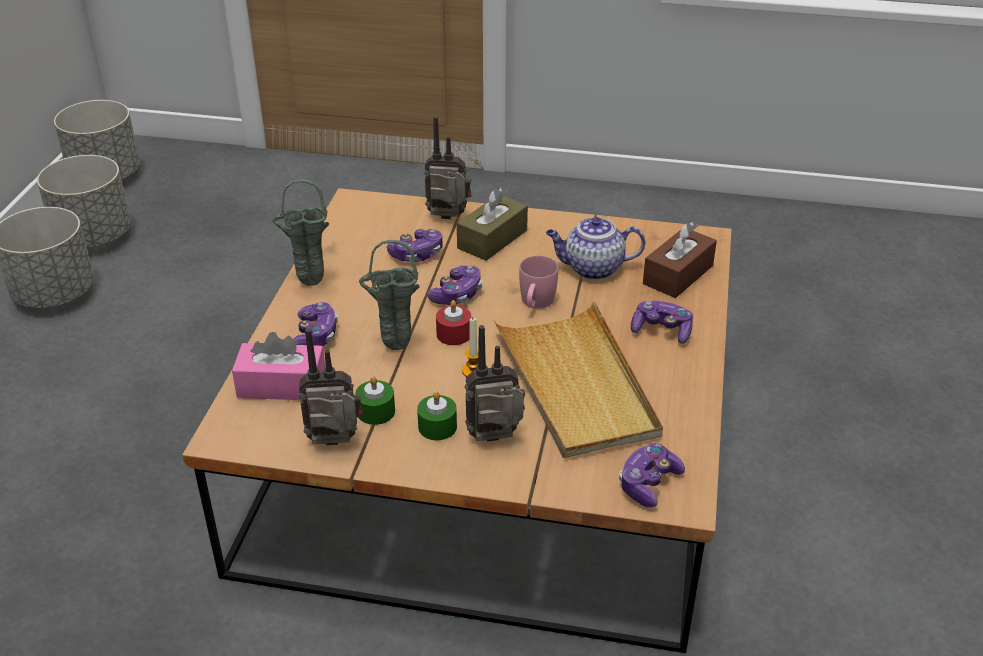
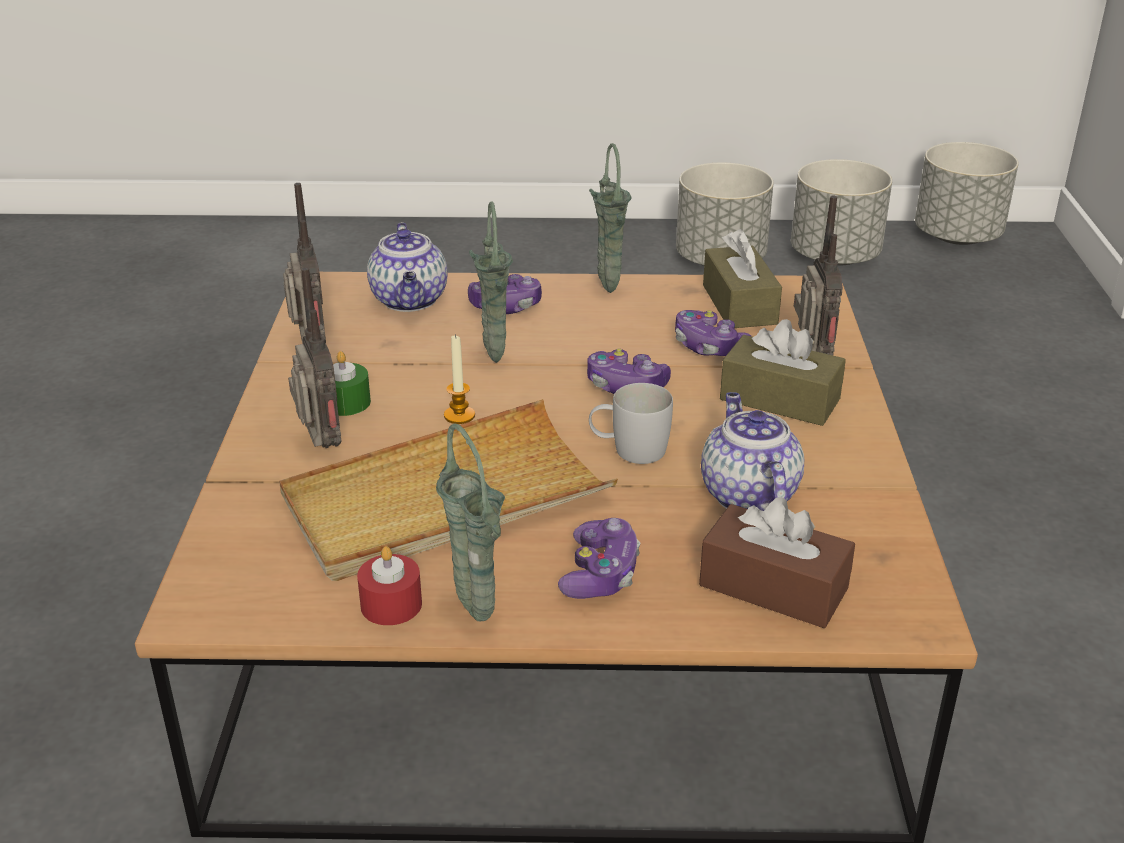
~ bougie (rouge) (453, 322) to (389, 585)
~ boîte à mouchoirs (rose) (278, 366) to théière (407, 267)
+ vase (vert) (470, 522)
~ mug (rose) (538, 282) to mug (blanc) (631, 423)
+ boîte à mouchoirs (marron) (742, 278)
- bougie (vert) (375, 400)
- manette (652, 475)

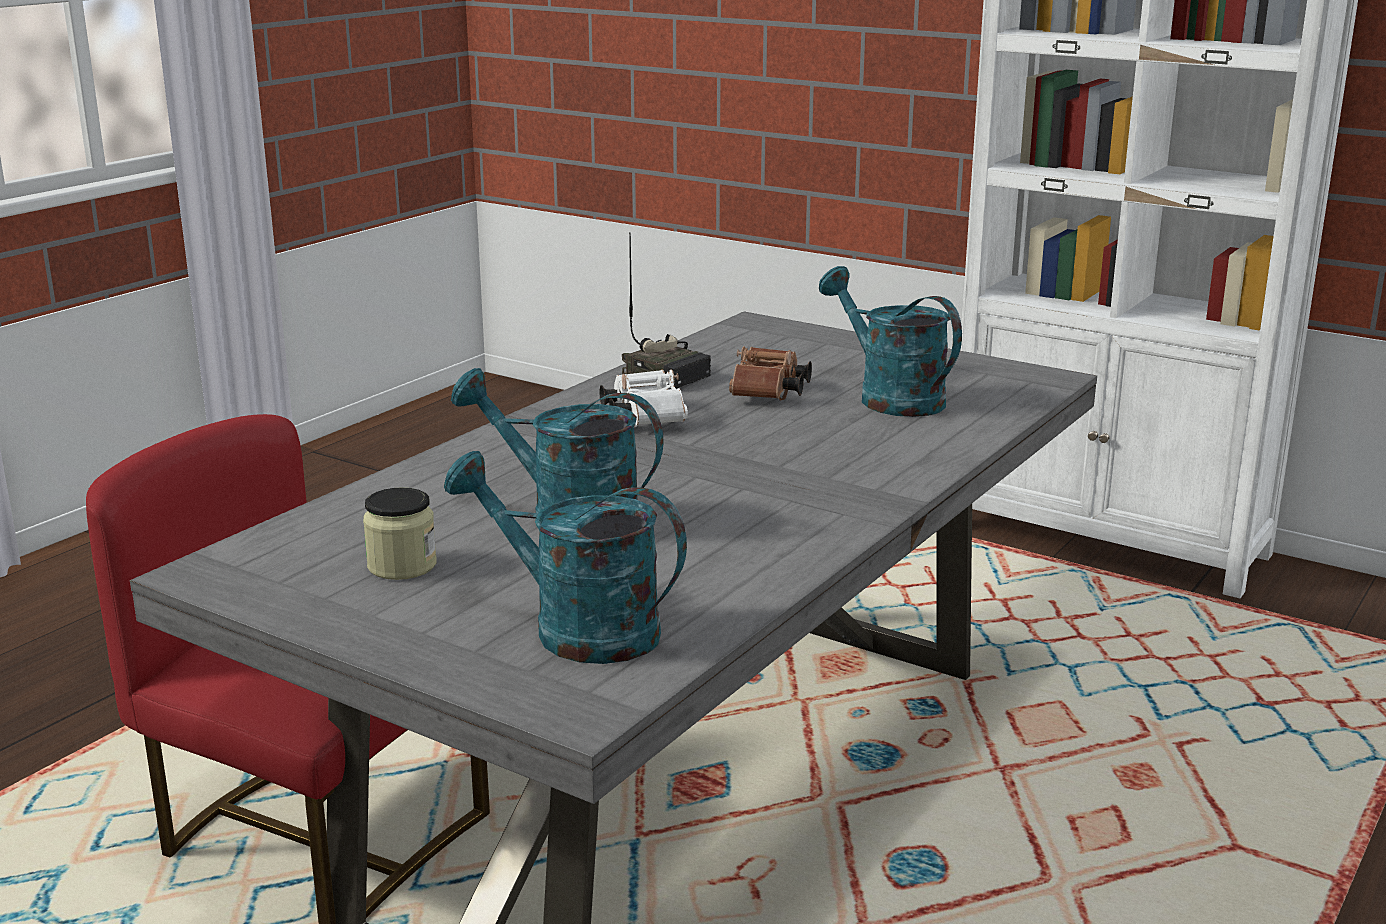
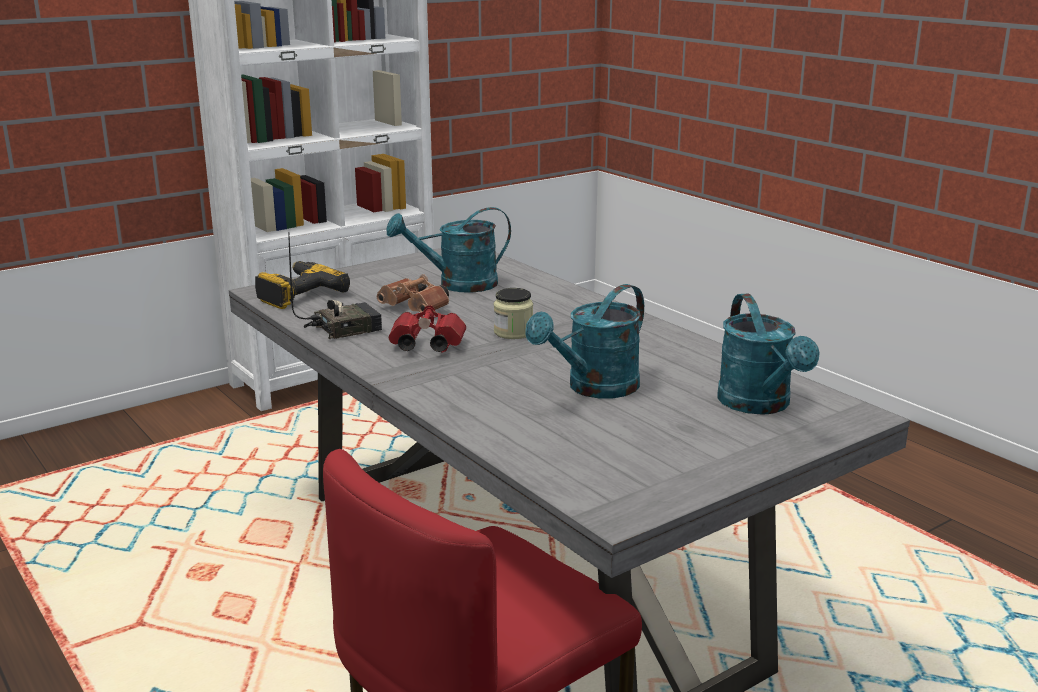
+ perceuse (302, 285)
~ jumelles (blanc) (643, 398) to jumelles (rouge) (427, 328)
~ bocal (400, 533) to (513, 313)
~ arrosoir (turquoise) (565, 557) = (768, 354) 60 degrees counterclockwise

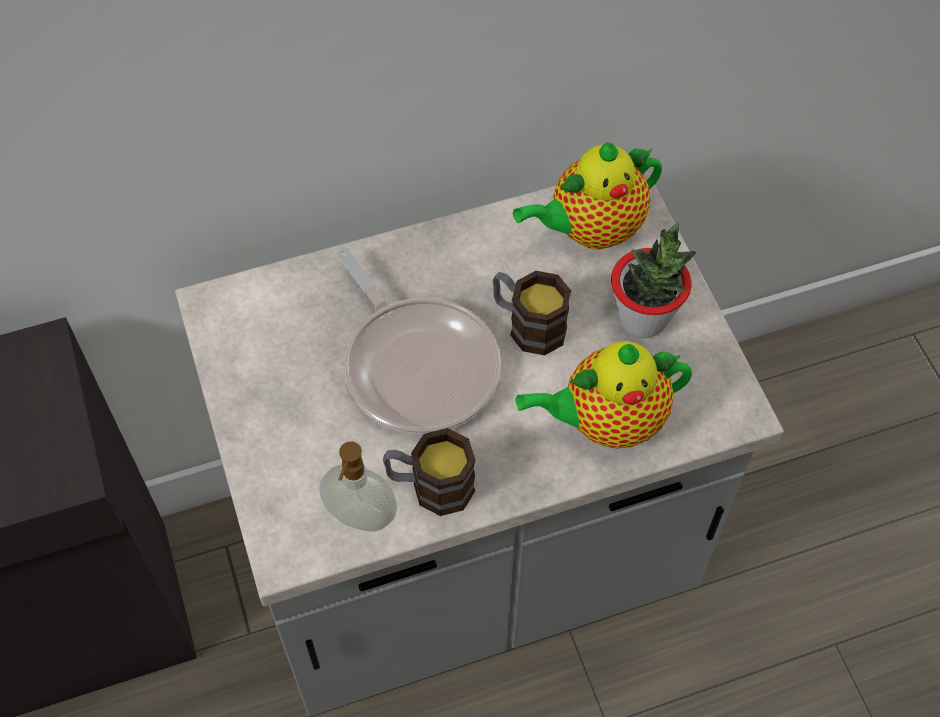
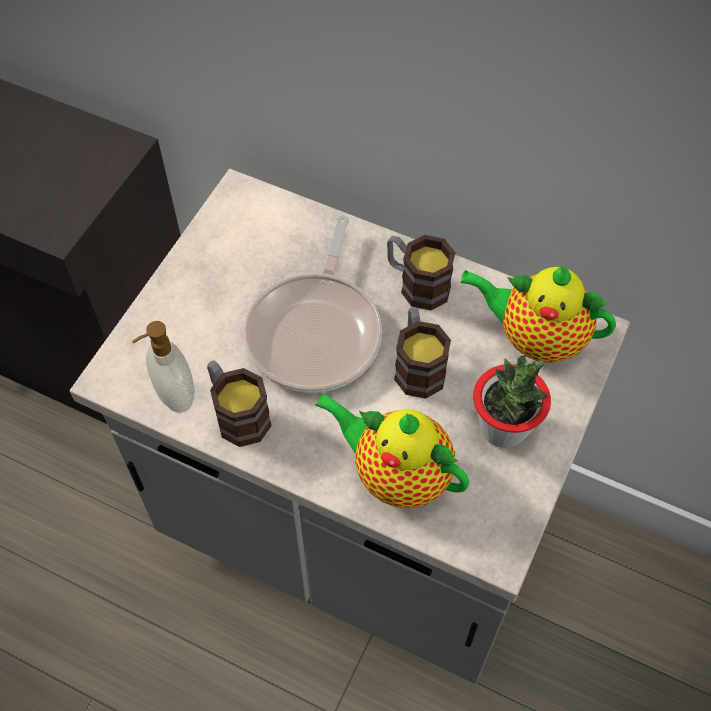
+ mug (421, 273)

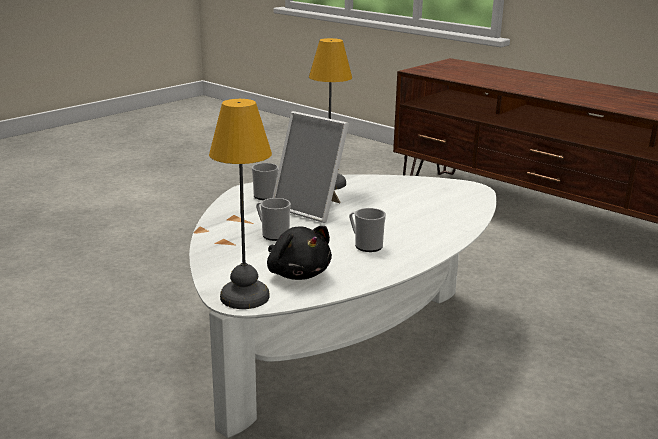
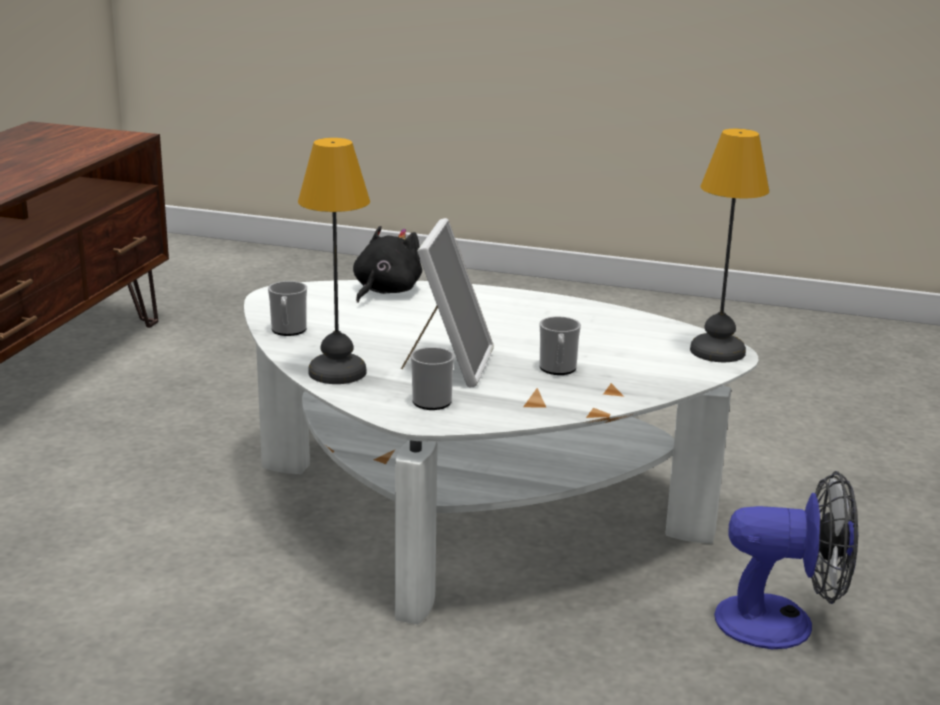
~ mug (367, 230) to (287, 308)
~ peluche (noir) (299, 253) to (387, 264)
+ ventilateur (786, 560)

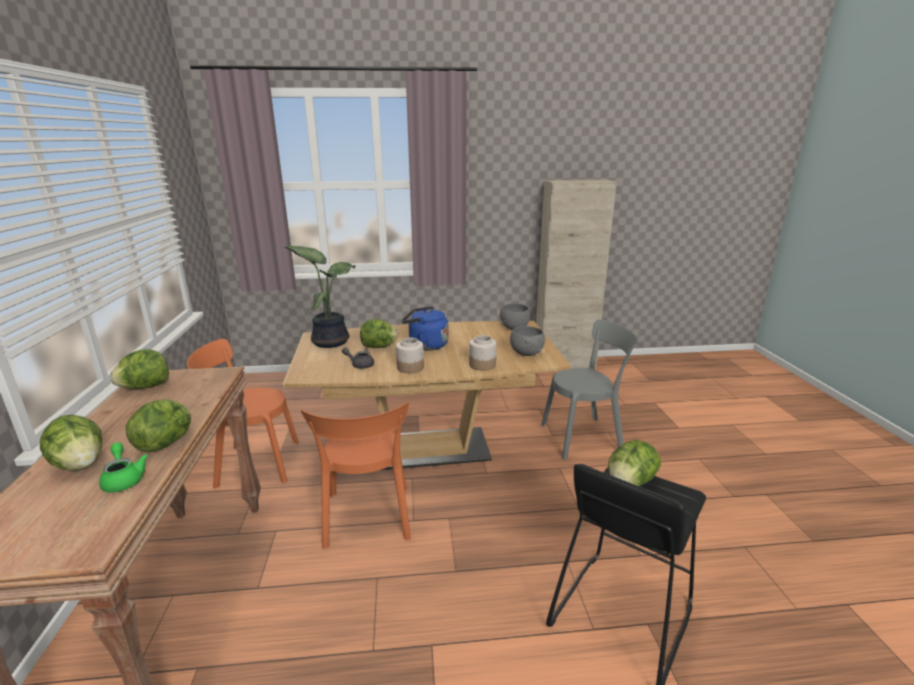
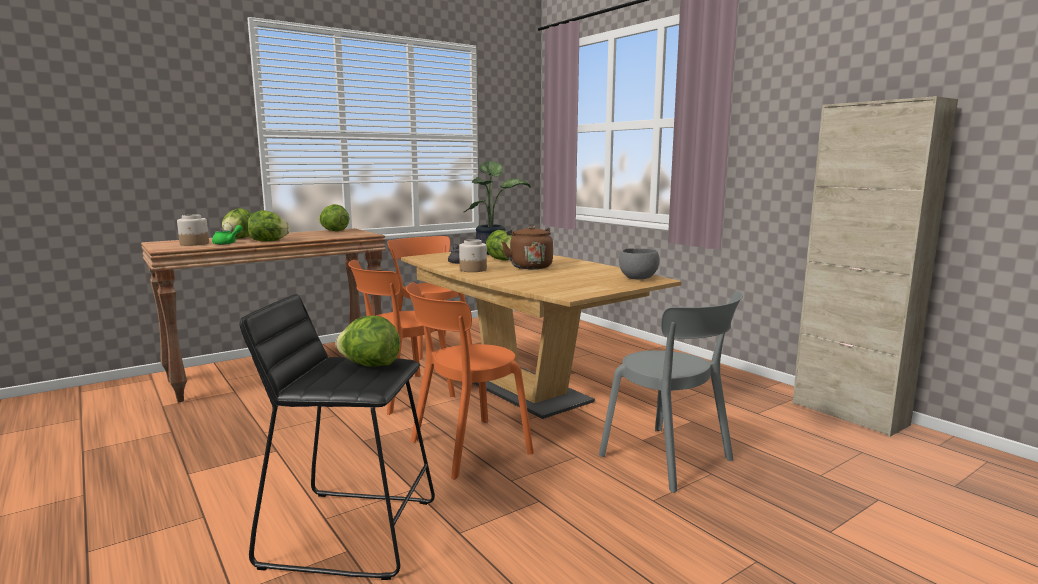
~ bocal (483, 353) to (193, 230)
+ chaise (orange) (470, 381)
~ bouilloire (bleu) (425, 328) to bouilloire (marron) (527, 247)
- bol (gris) (527, 341)

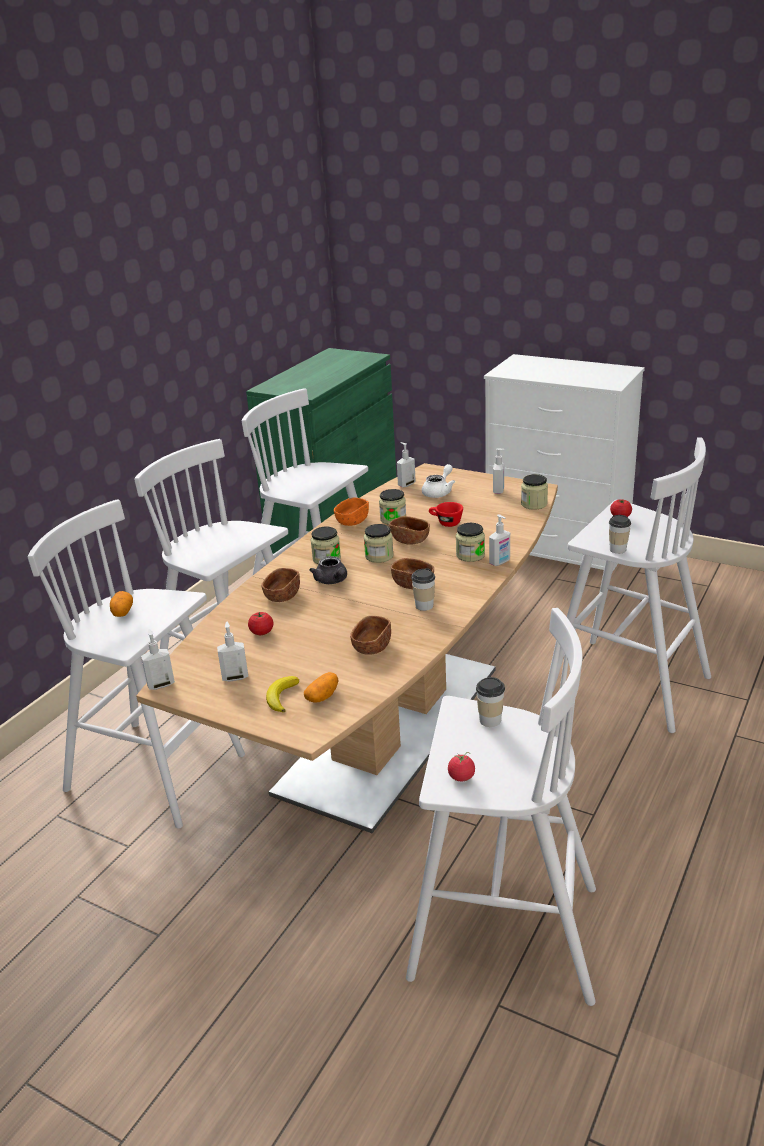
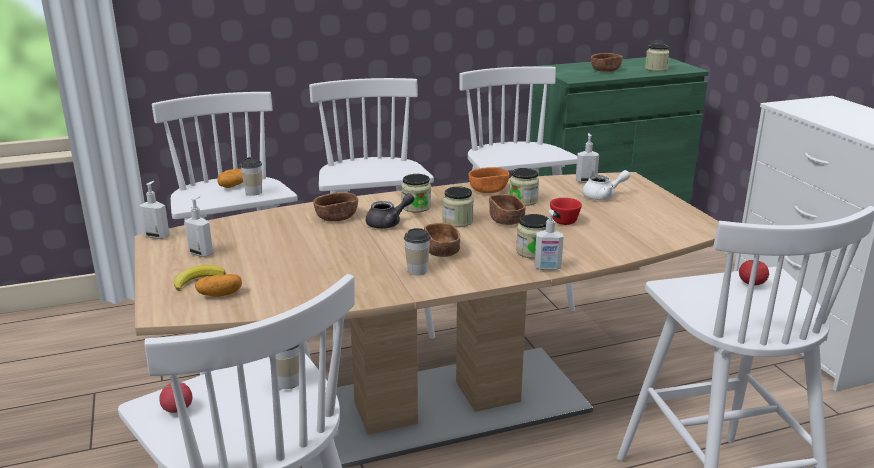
~ tasse (620, 534) to (251, 176)
~ théière (gris) (328, 570) = (390, 211) 135 degrees counterclockwise
~ bol (marron) (370, 635) to (607, 62)
~ bocal (534, 492) to (657, 57)
- tomate (261, 623)
- distributeur de savon (499, 471)

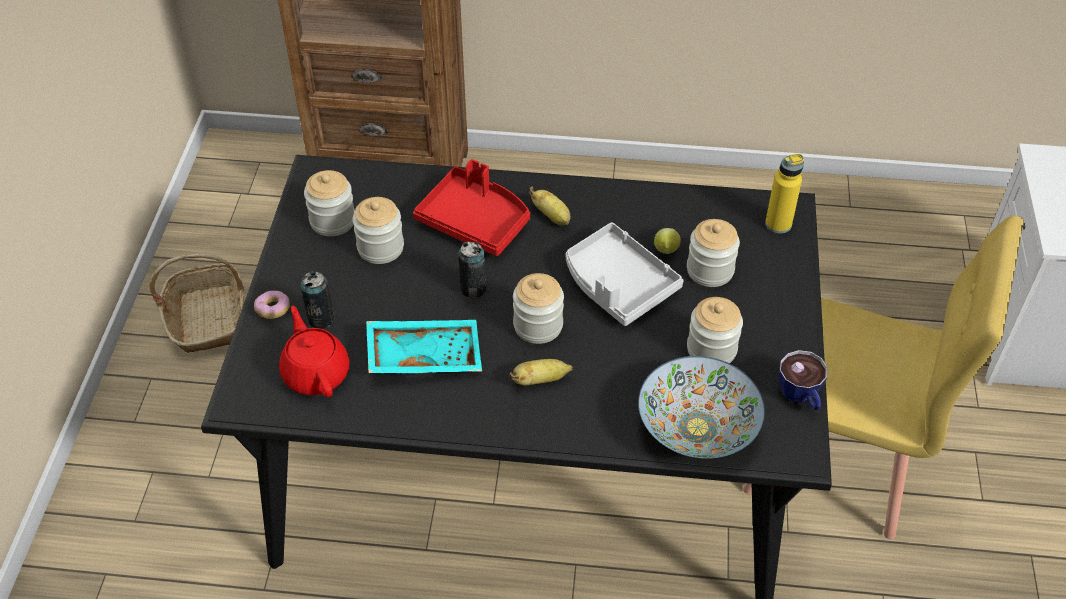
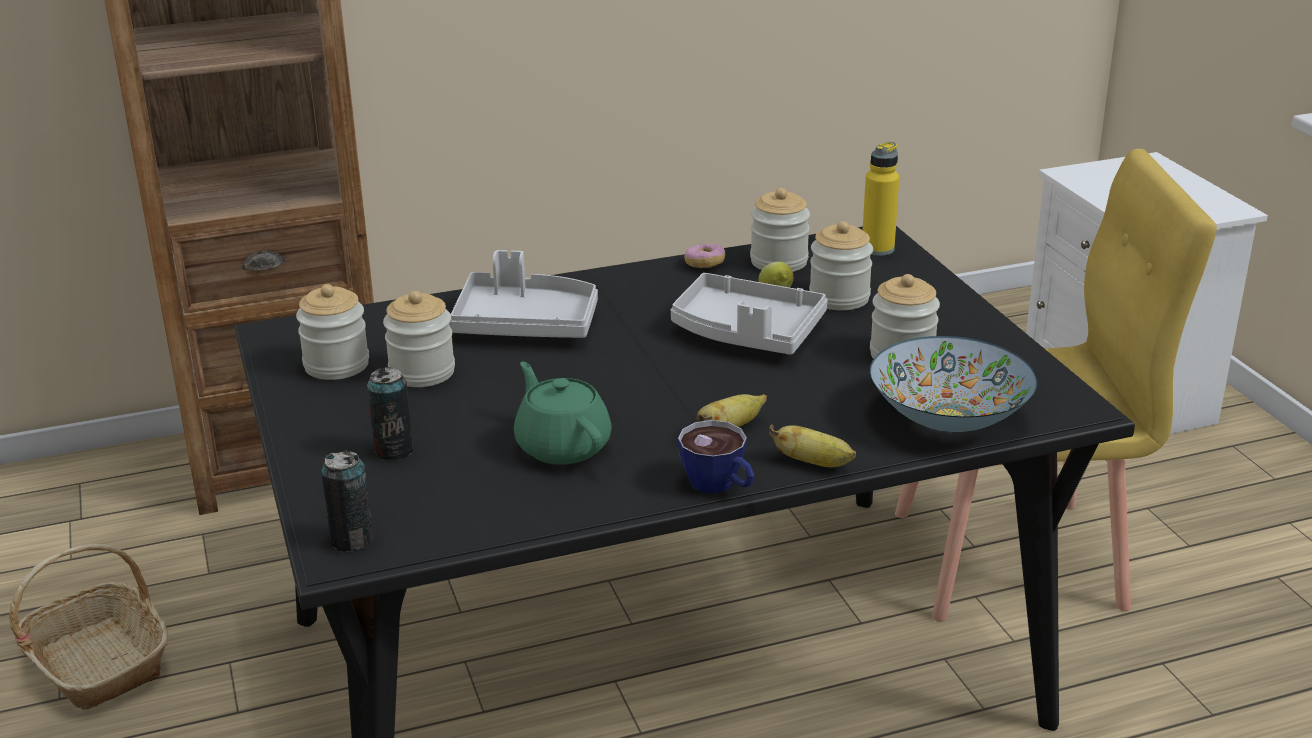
~ boîte métallique (472, 269) to (347, 501)
~ plateau (rouge) (471, 207) to plateau (gris) (523, 294)
~ plateau (turquoise) (424, 347) to théière (vert) (563, 413)
~ tasse (803, 380) to (716, 457)
~ beignet (272, 305) to (704, 256)
~ bocal (538, 308) to (780, 230)
~ banane (549, 206) to (812, 445)
- théière (rouge) (314, 351)

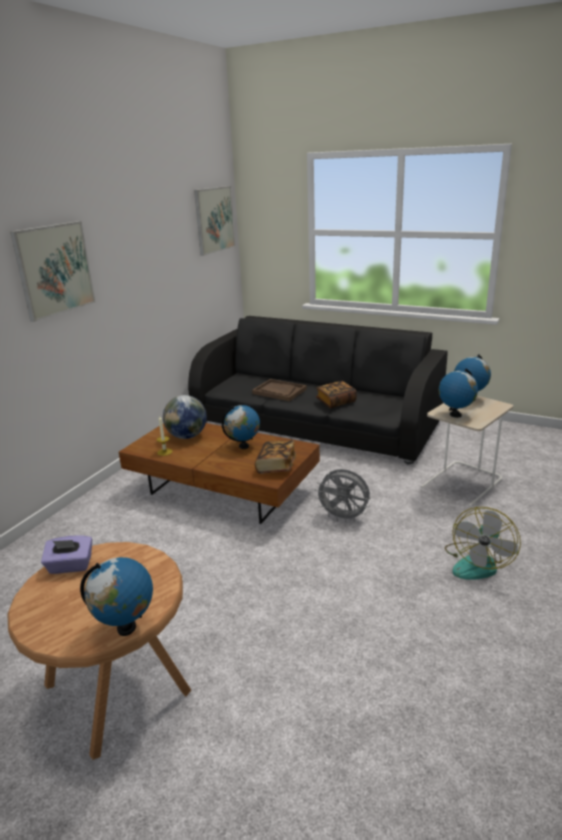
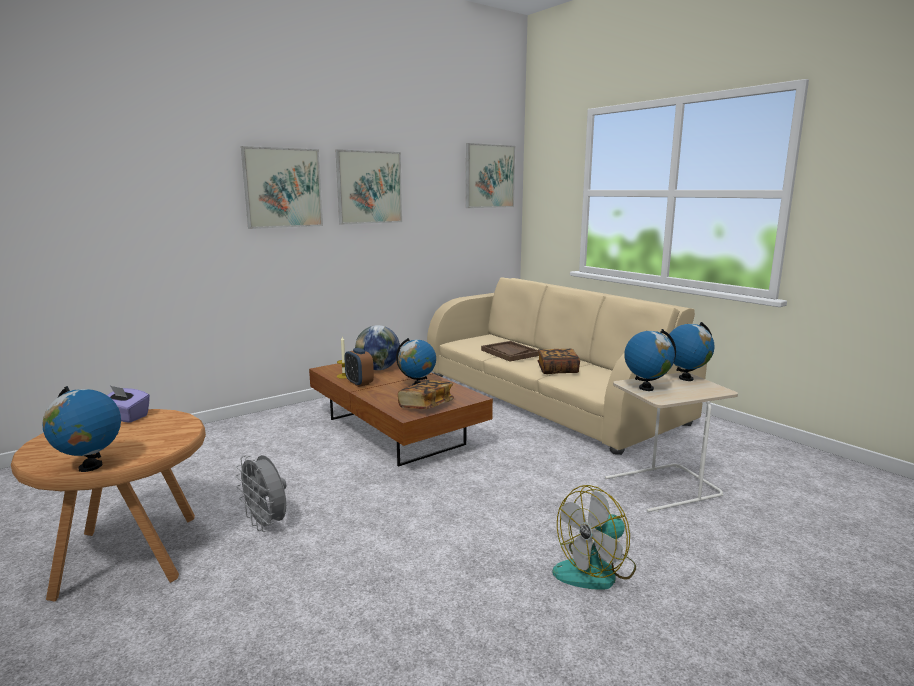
~ ventilateur (gris) (342, 496) to (260, 493)
+ tableau (369, 187)
+ réveil (359, 367)
~ canapé (noir) (318, 390) to canapé (beige) (567, 366)

